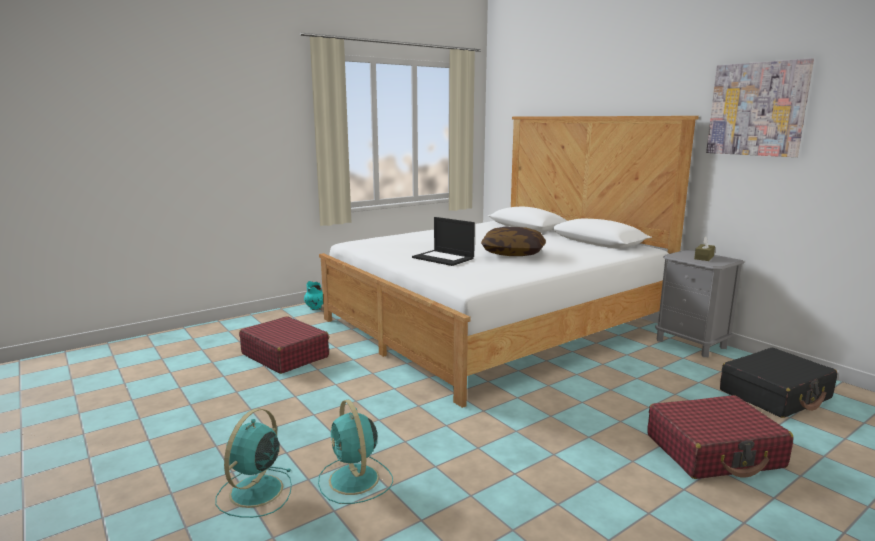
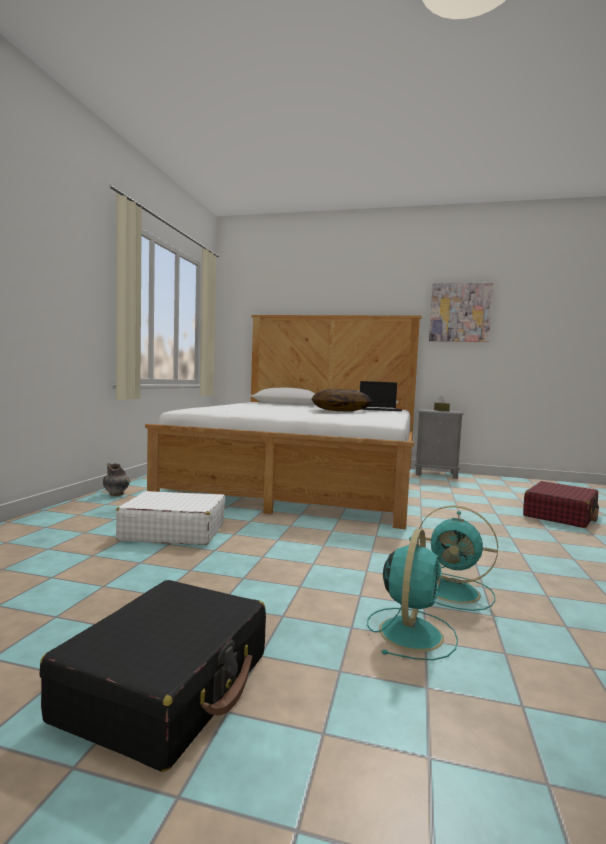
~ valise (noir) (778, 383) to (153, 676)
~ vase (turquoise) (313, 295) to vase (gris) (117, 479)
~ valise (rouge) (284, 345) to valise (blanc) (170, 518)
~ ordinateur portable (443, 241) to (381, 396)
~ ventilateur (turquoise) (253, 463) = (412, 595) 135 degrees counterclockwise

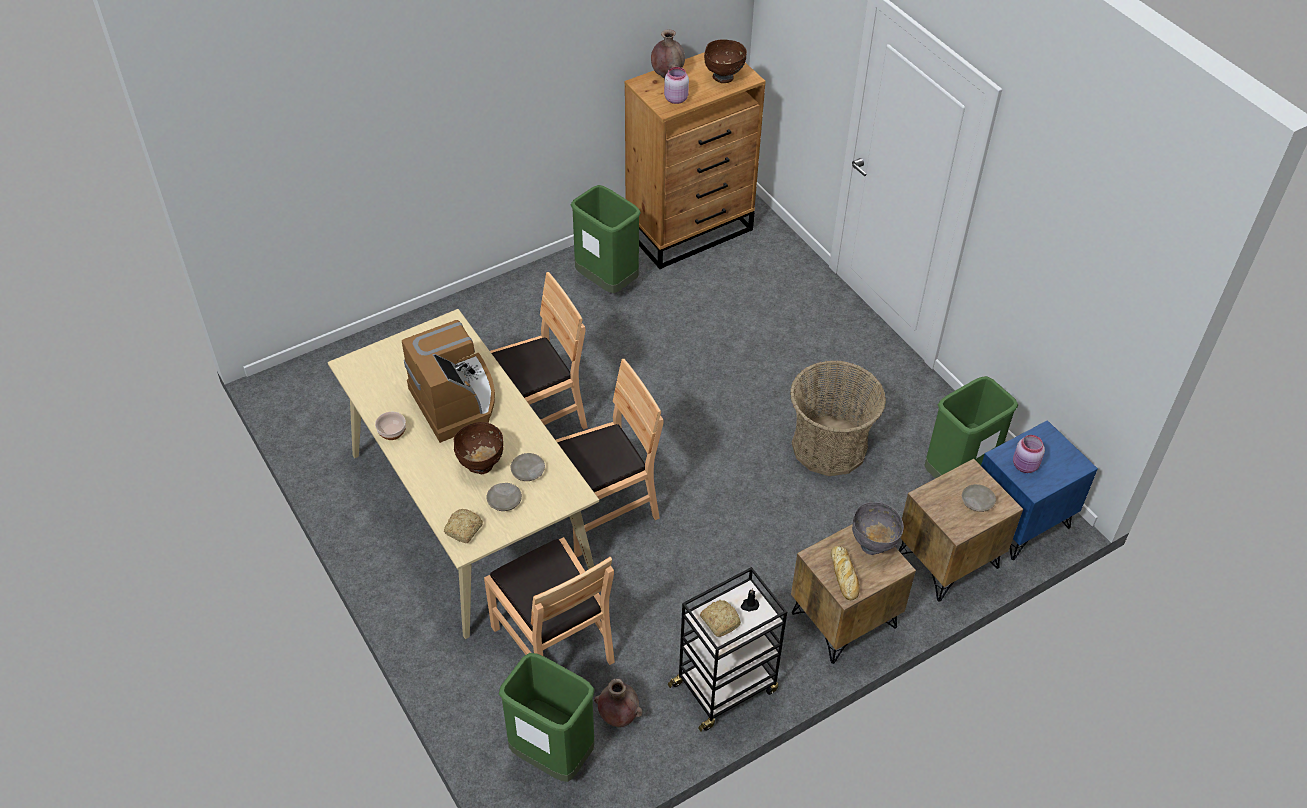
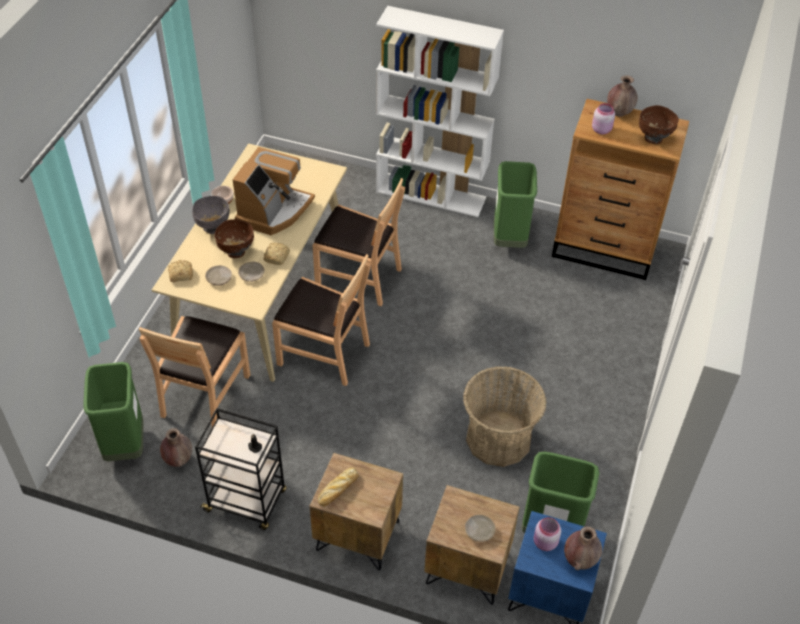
~ bol (gris) (878, 528) to (211, 215)
~ pain (720, 618) to (277, 254)
+ bibliothèque (blanc) (440, 111)
+ vase (marron) (583, 548)

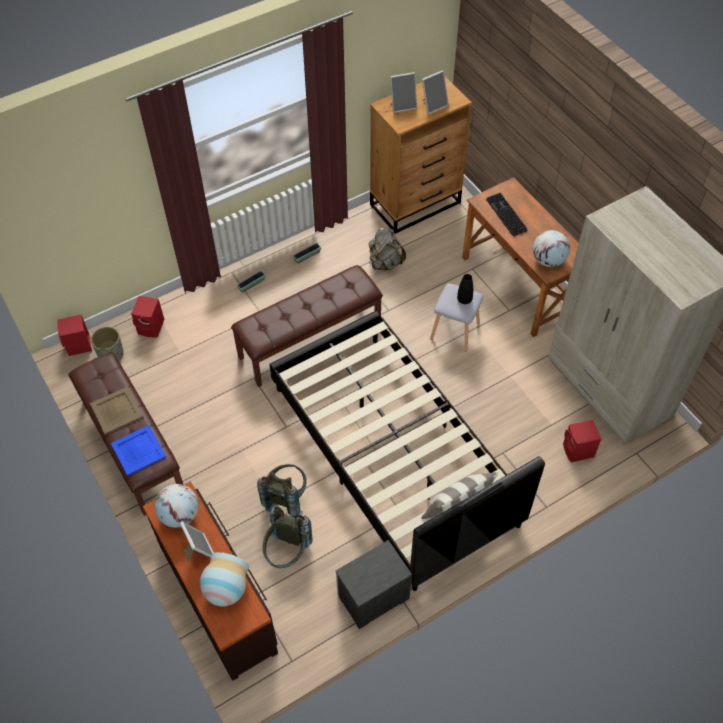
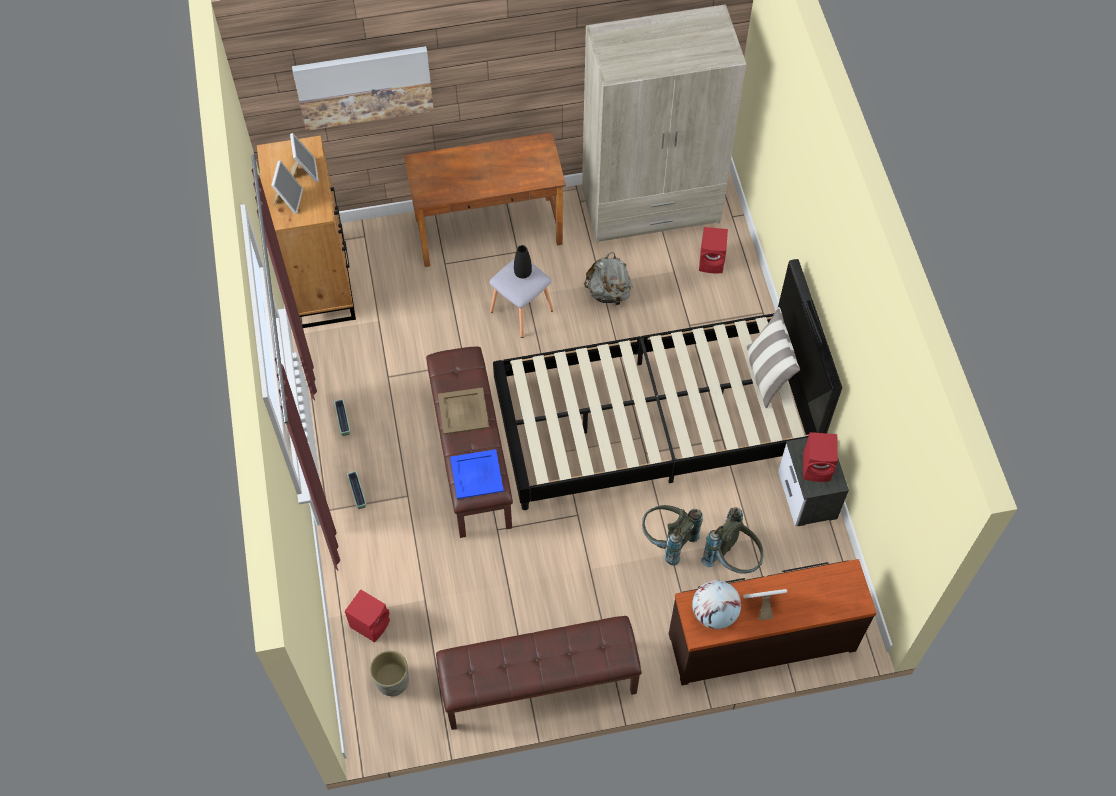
+ tableau (363, 88)
~ plateau (beige) (116, 410) to (463, 410)
~ plateau (bleu) (138, 450) to (477, 474)
~ sac à dos (gris) (387, 248) to (608, 279)
~ enceinte (rouge) (74, 335) to (820, 457)
- vase (224, 579)
- clavier (506, 214)
- globe (551, 248)

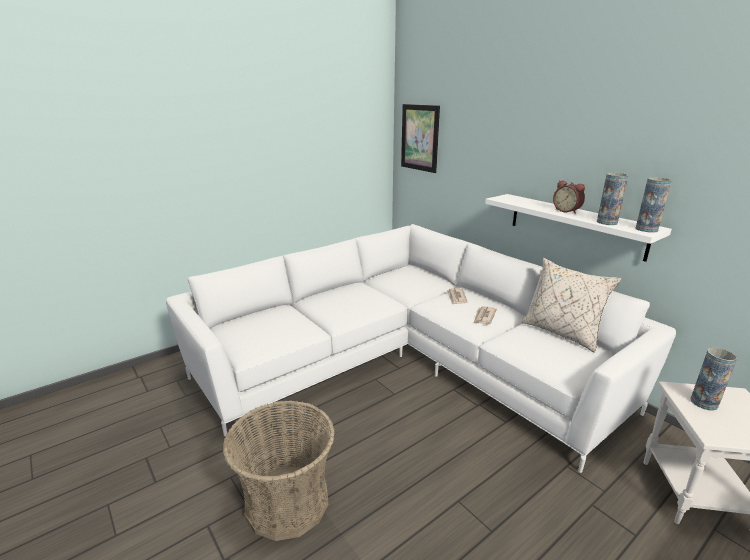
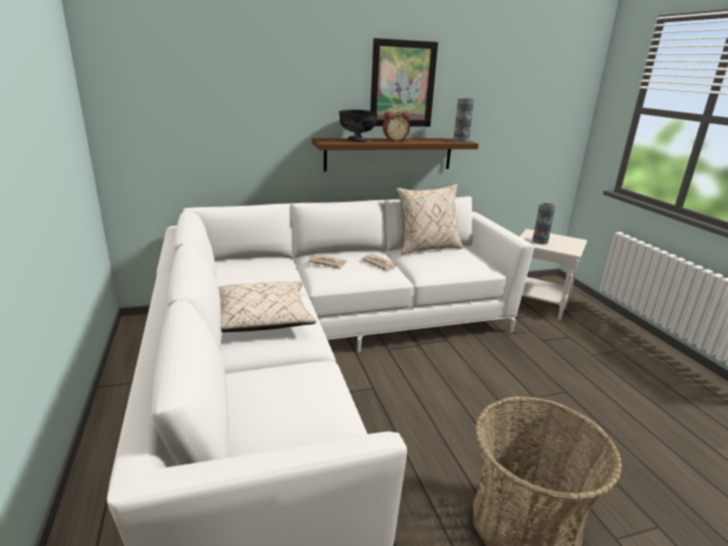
+ coussin (beige) (267, 306)
~ étagère (blanc) (578, 228) to étagère (marron) (395, 154)
+ bol (noir) (358, 126)
~ tableau (420, 138) to (404, 82)
- vase (613, 199)

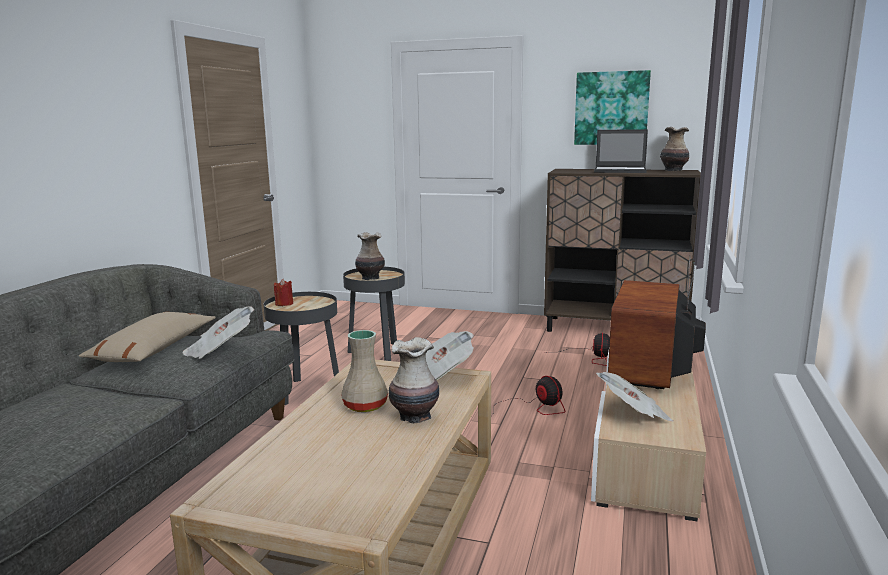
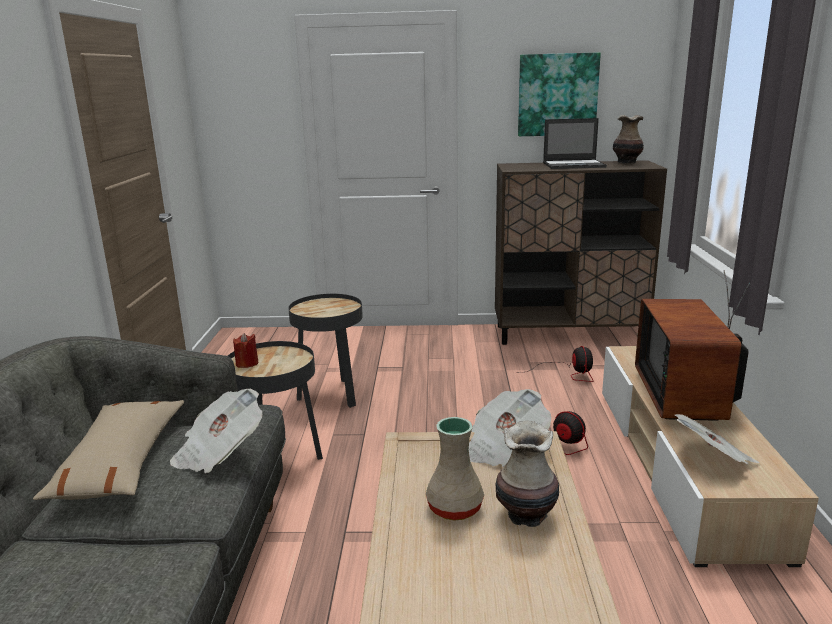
- vase (370, 256)

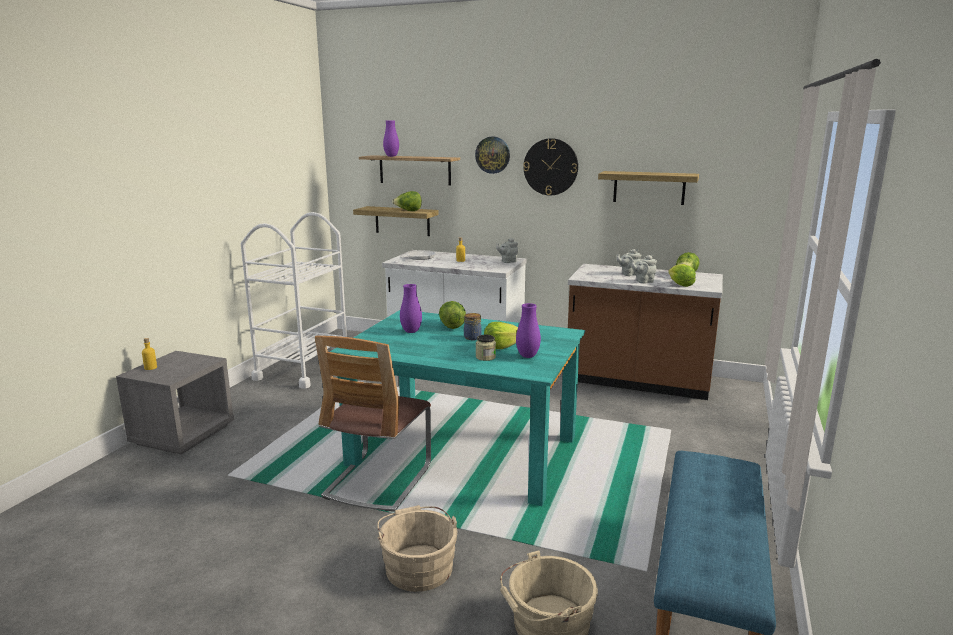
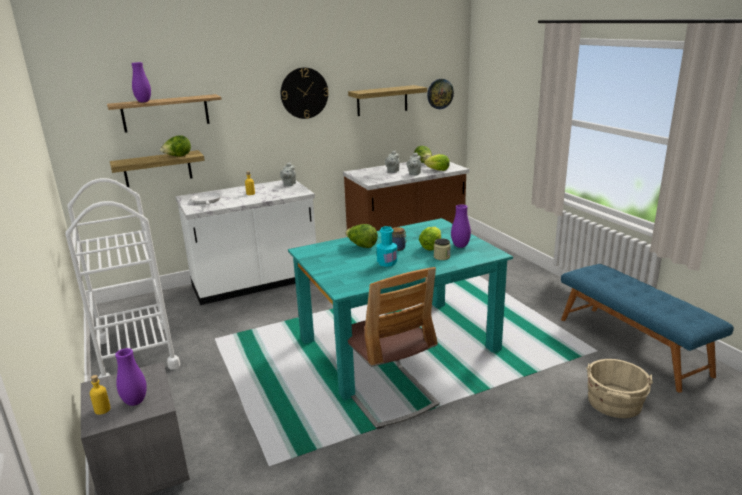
~ vase (violet) (411, 308) to (131, 377)
+ bouteille (turquoise) (387, 246)
~ horloge murale (492, 155) to (440, 94)
- seau (beige) (417, 548)

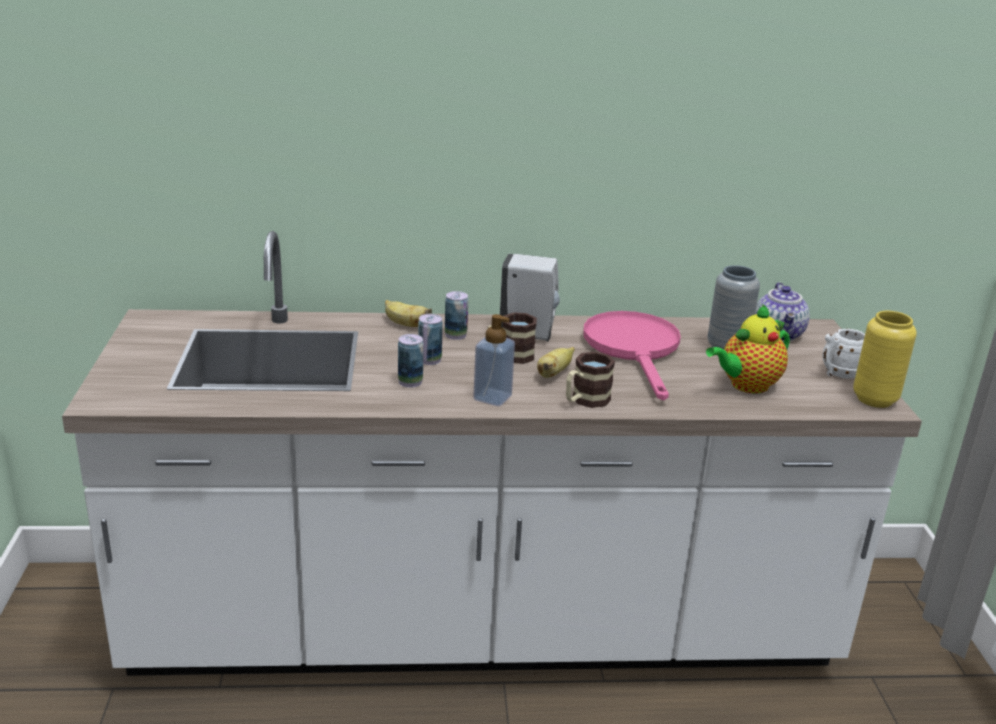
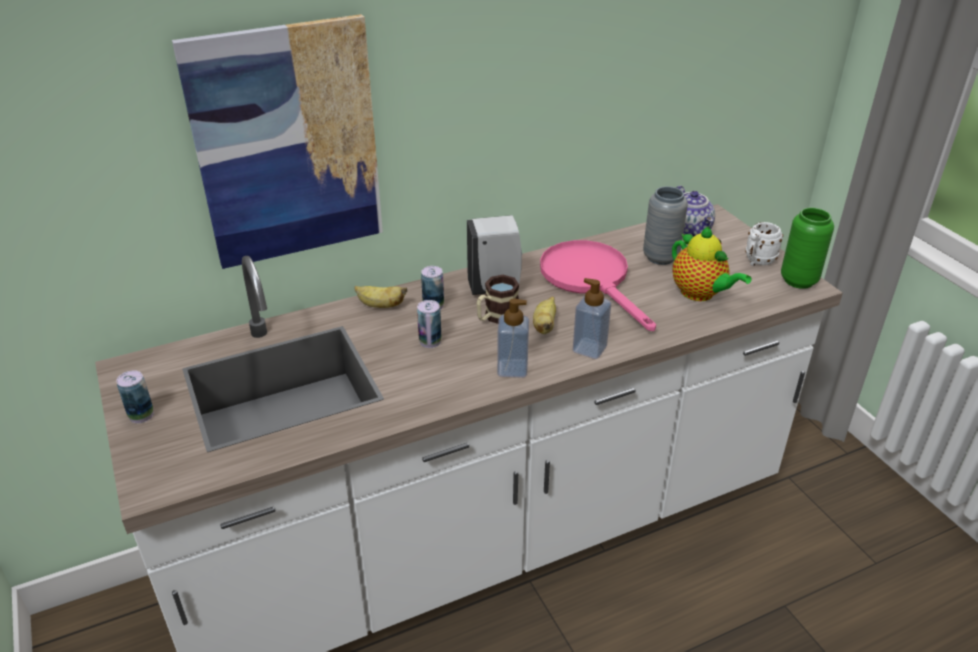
~ boîte métallique (411, 361) to (135, 396)
+ tableau (277, 141)
~ mug (590, 380) to distributeur de savon (592, 318)
~ théière (748, 348) = (712, 263) 75 degrees counterclockwise
~ vase (jaune) (885, 359) to vase (vert) (807, 248)

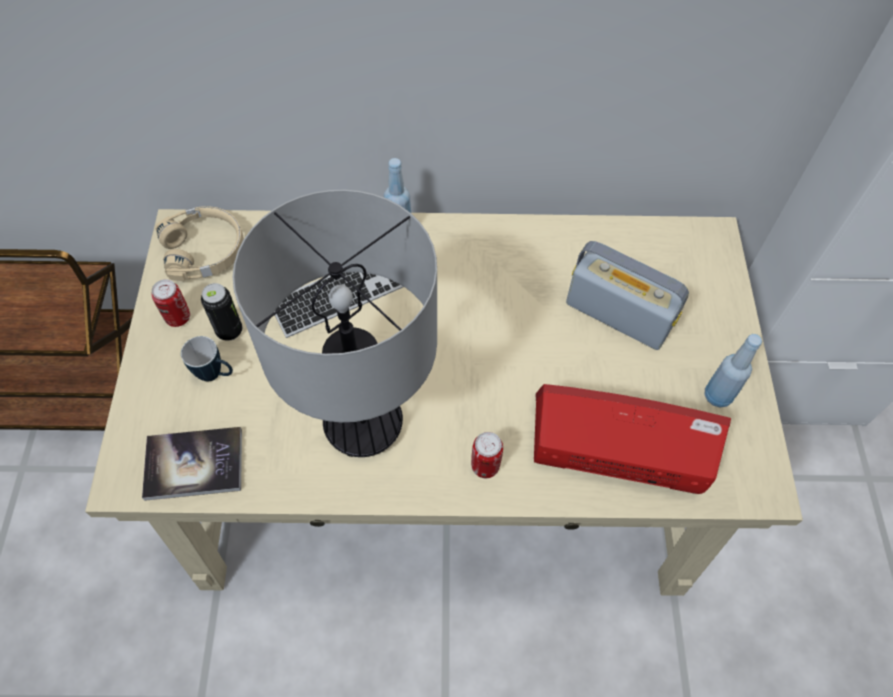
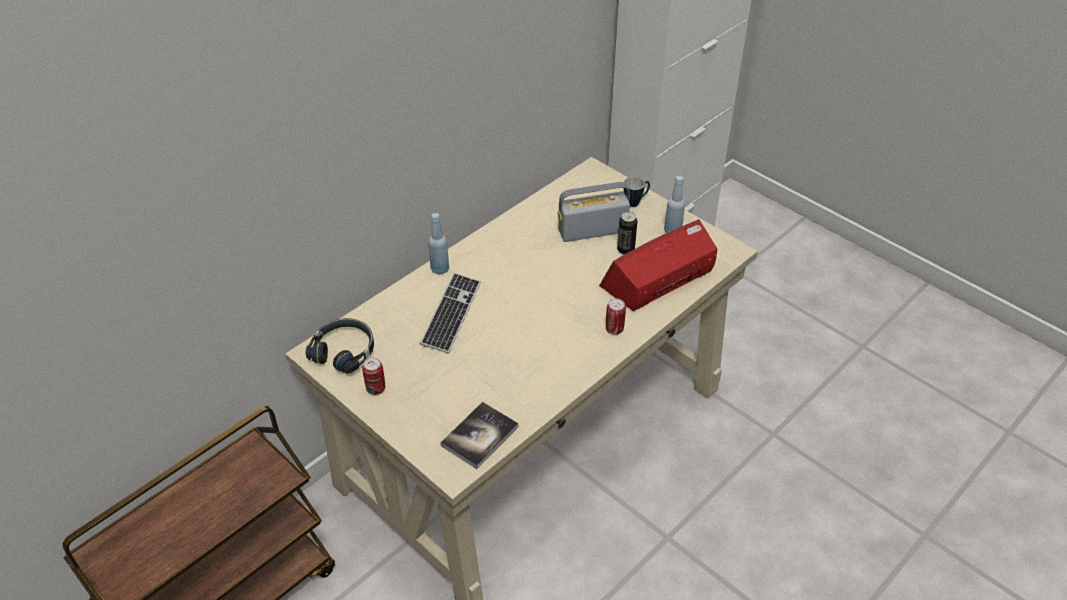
~ casque audio (beige) (199, 243) to casque audio (noir) (339, 346)
~ boîte métallique (221, 312) to (627, 233)
~ mug (207, 358) to (637, 192)
- lampe de table (335, 323)

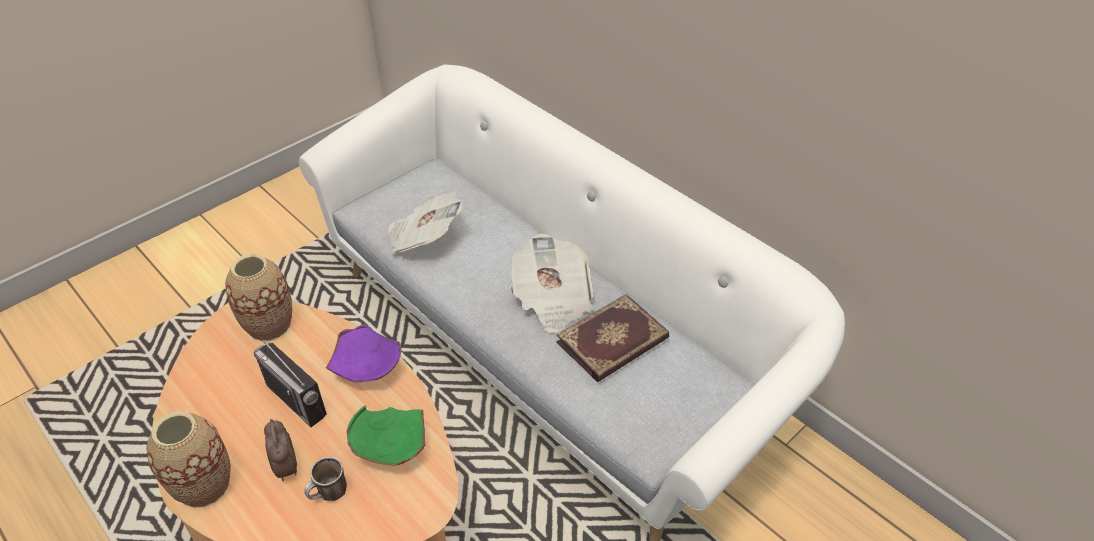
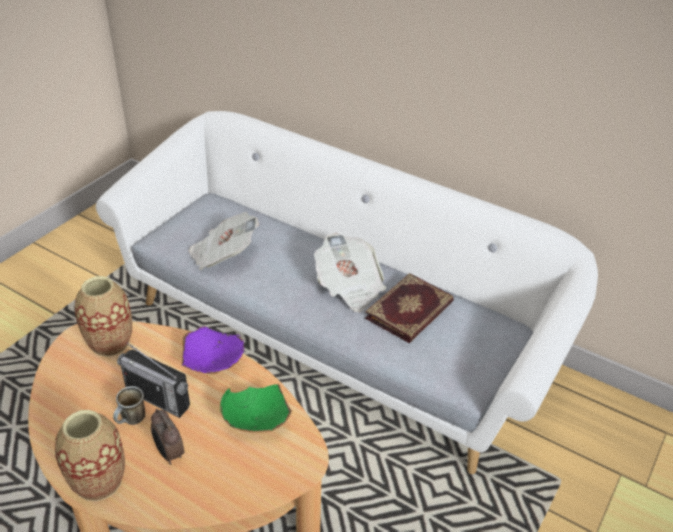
~ mug (325, 479) to (129, 405)

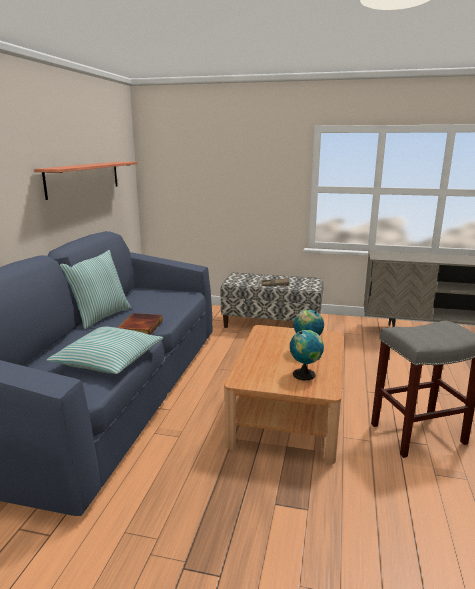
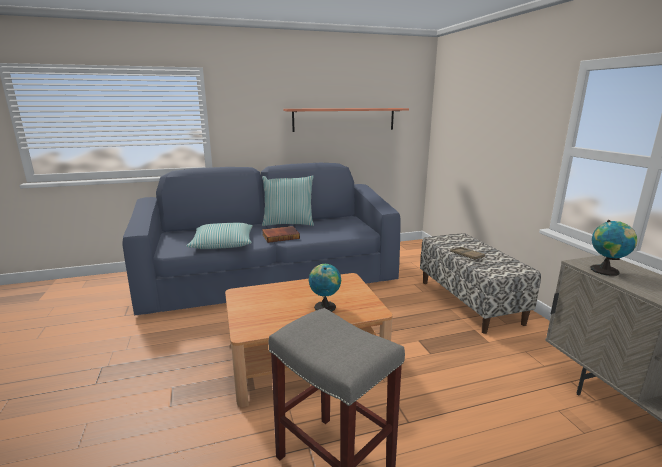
~ globe (307, 355) to (613, 248)

